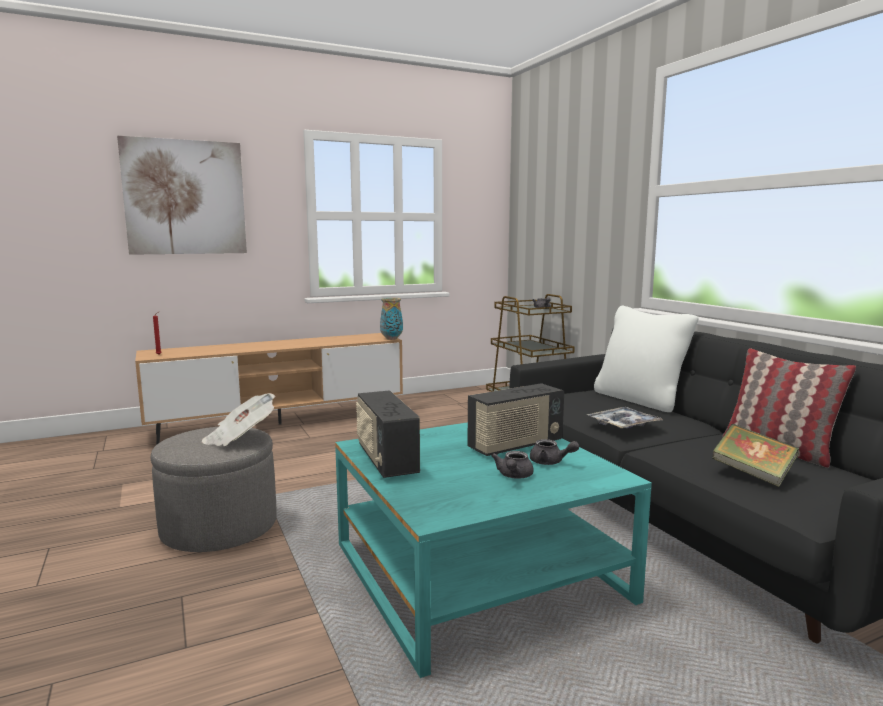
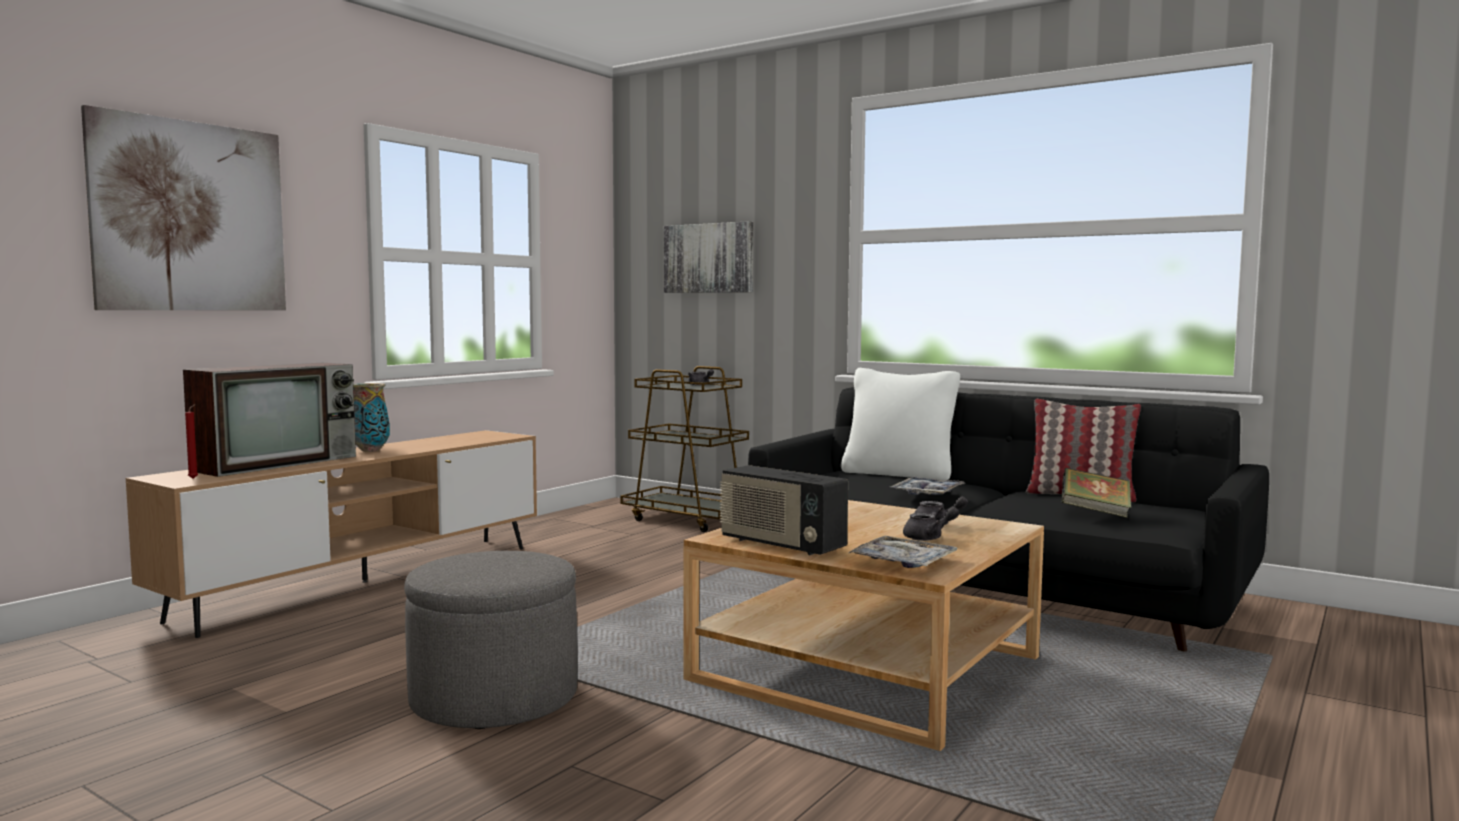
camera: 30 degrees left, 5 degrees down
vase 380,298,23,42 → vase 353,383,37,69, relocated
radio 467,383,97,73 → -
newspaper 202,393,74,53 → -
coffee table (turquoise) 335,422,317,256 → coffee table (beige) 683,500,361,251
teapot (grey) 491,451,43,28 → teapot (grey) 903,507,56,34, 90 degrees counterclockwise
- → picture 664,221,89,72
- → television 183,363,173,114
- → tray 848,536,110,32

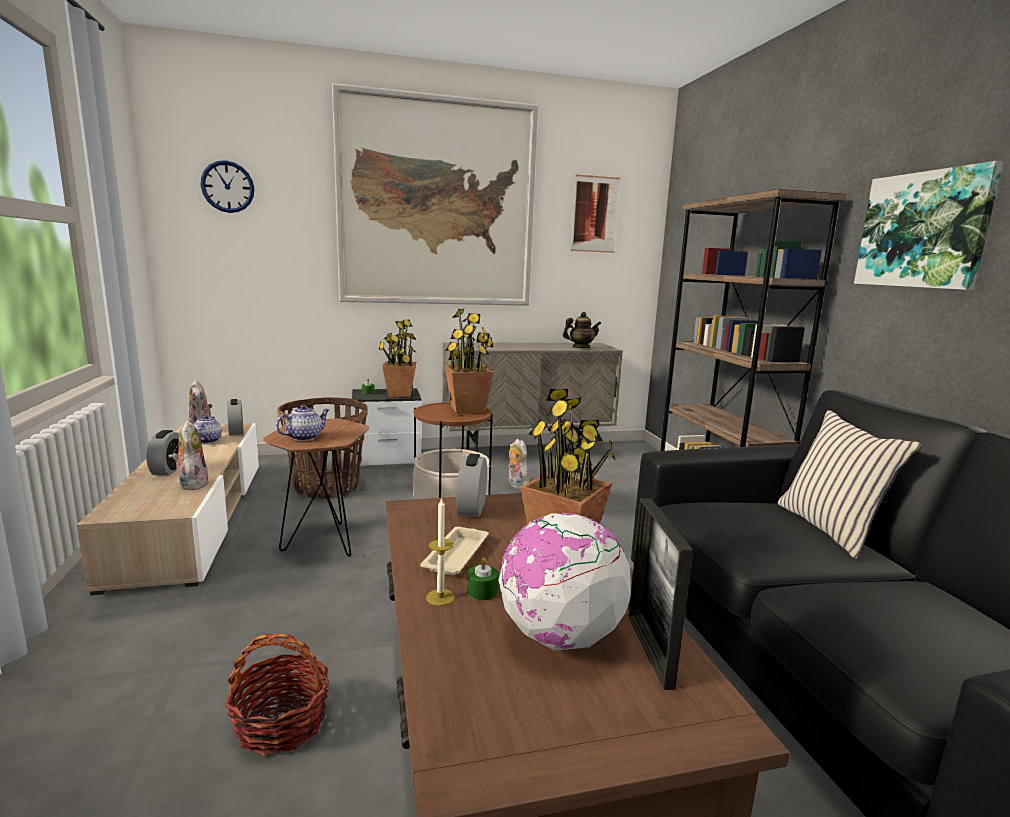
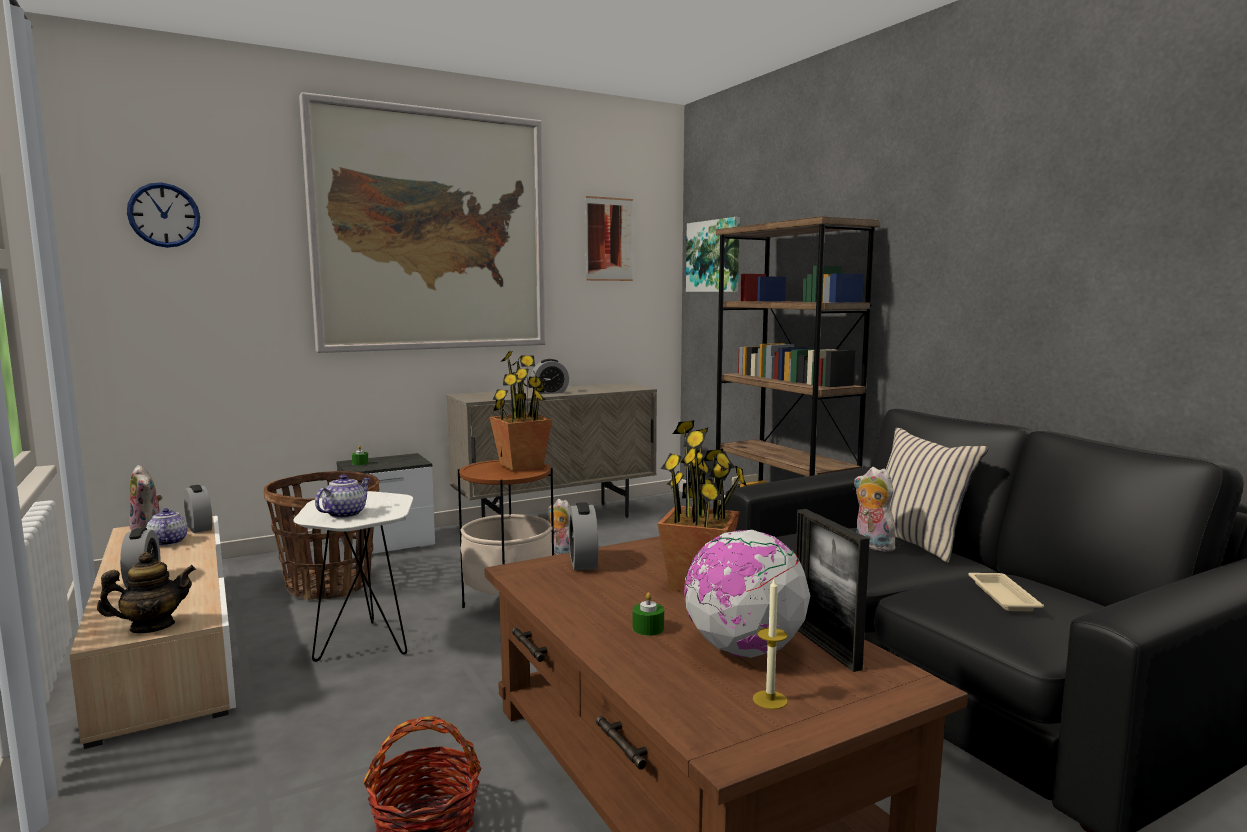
camera: 15 degrees left, 5 degrees down
picture 854,161,149,129 → picture 686,217,54,75, relocated
teapot 563,312,38,36 → teapot 97,552,99,81, relocated
potted plant 378,320,38,77 → -
side table (brown) 263,419,106,138 → side table (white) 293,491,120,171
plush toy 172,420,37,70 → plush toy 853,467,42,85, relocated
candle 426,497,29,109 → candle 753,579,35,130, relocated
tray (beige) 420,527,69,49 → tray (beige) 968,573,76,38, relocated
- → alarm clock 531,359,38,35

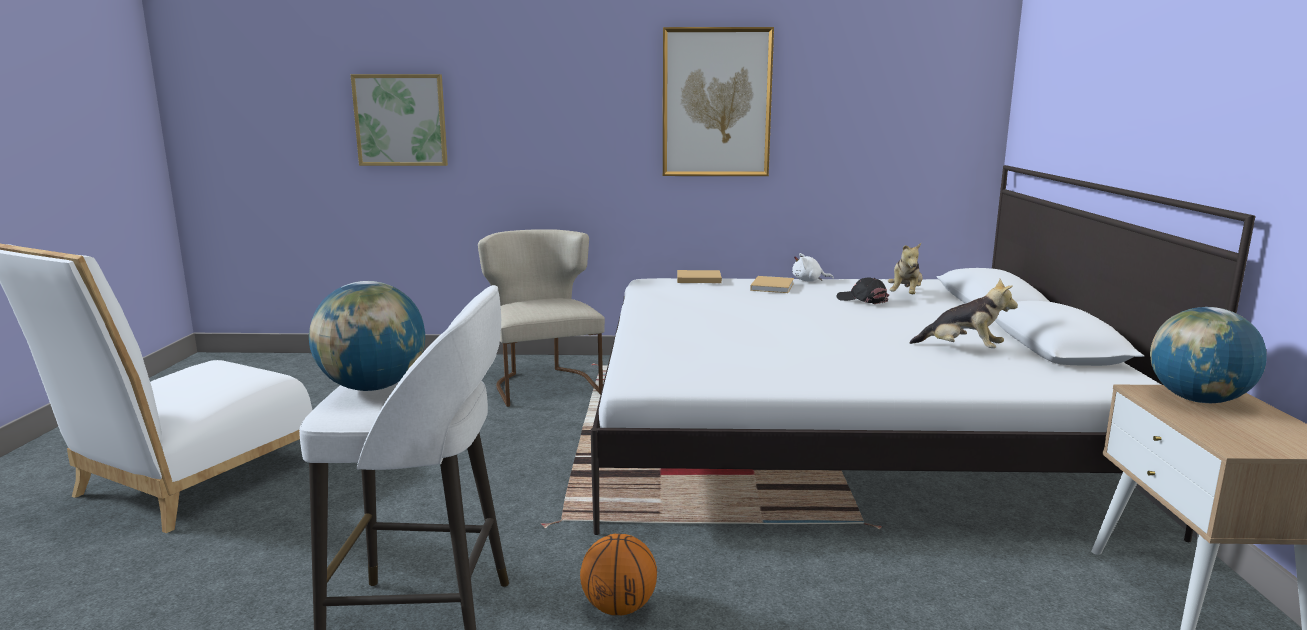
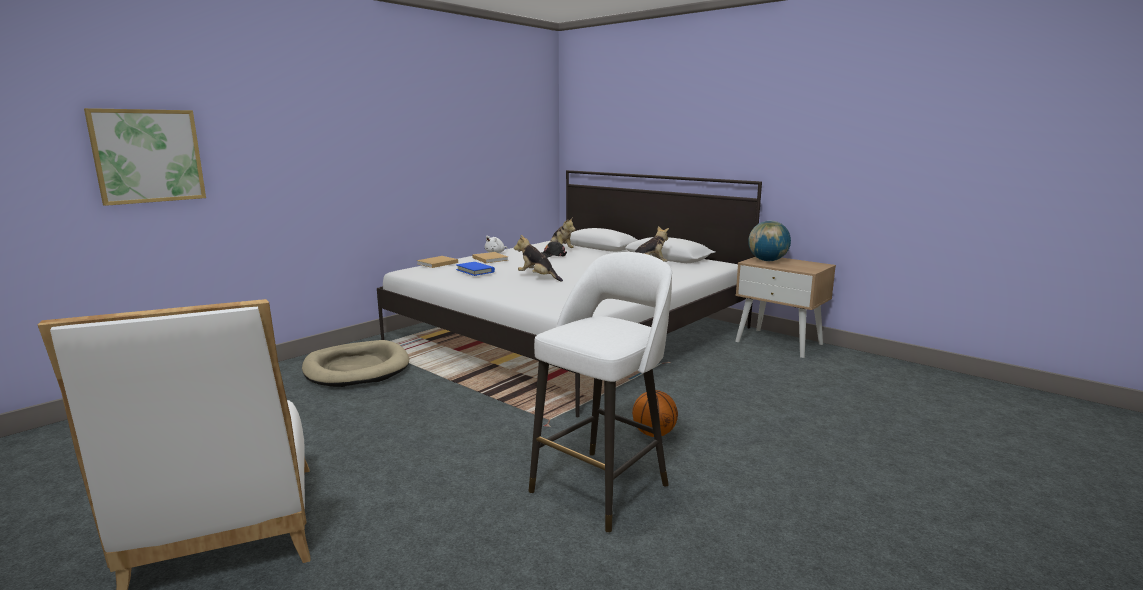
camera: 50 degrees left, 0 degrees up
picture 663,27,111,149 → -
chair (beige) 478,229,127,178 → dog bed (beige) 302,340,107,47
globe 309,281,116,110 → -
- → plush toy 514,235,49,47
- → book (blue) 456,262,39,14

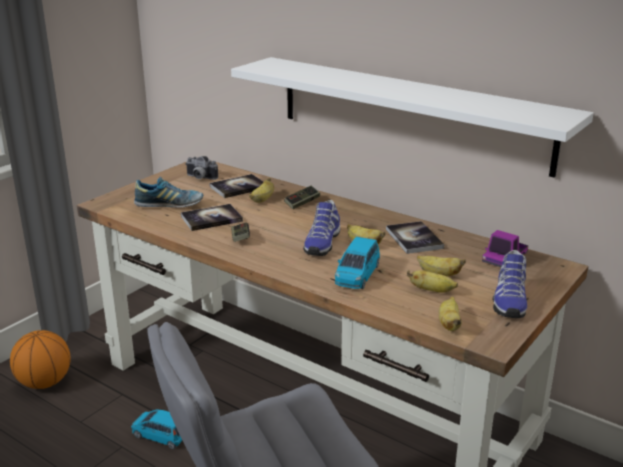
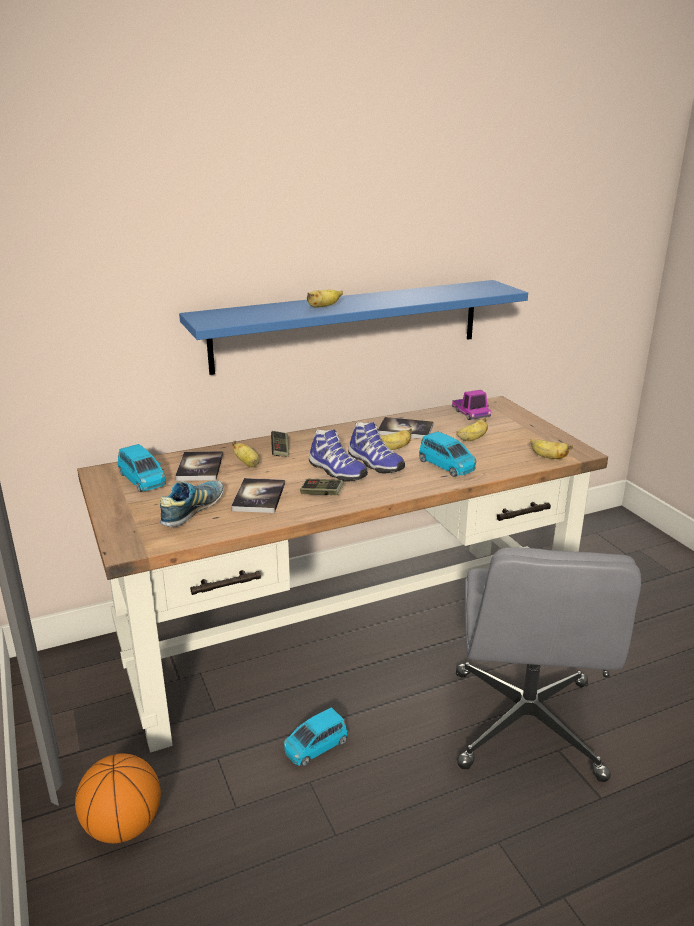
camera: 60 degrees left, 0 degrees up
shelf (white) 231,57,363,121 → shelf (blue) 179,280,349,95
photo camera 185,156,33,24 → toy car (blue) 118,444,48,48
shoe 493,250,34,68 → shoe 309,429,59,53, relocated
banana 407,270,51,23 → banana 307,289,36,19, relocated

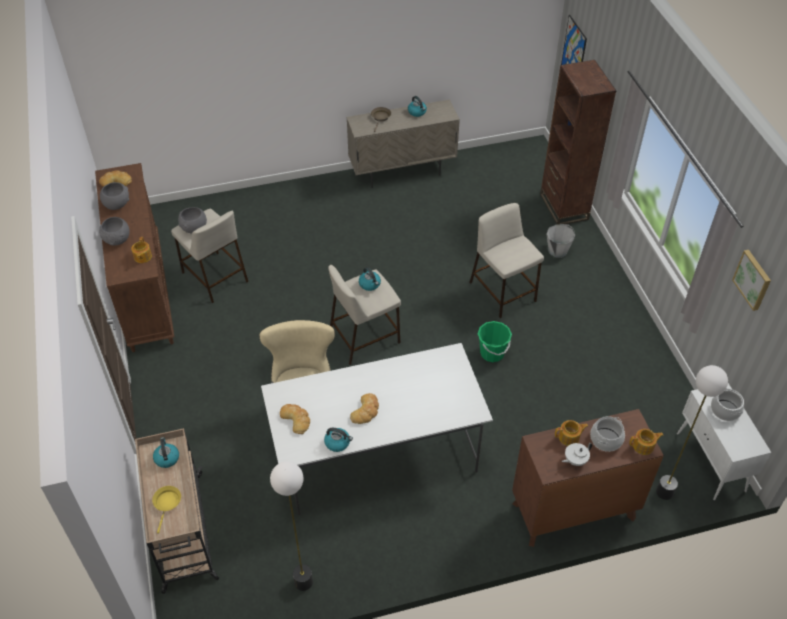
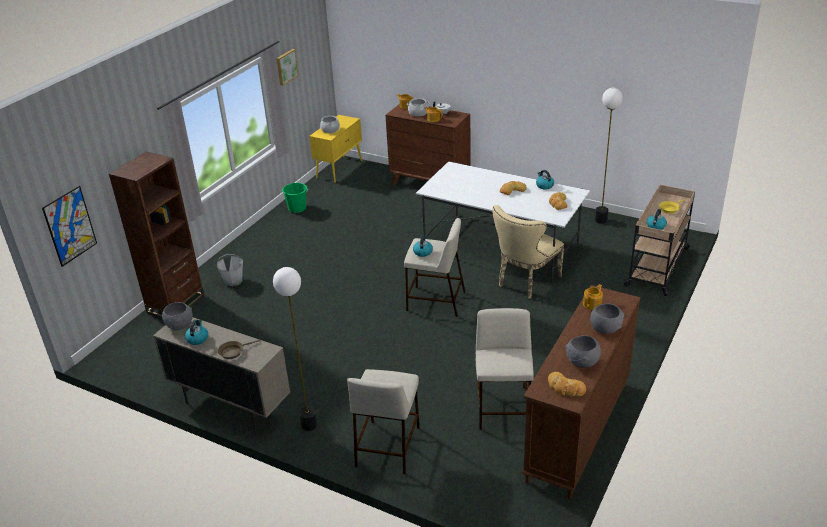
camera: 135 degrees left, 15 degrees down
stool (beige) 469,203,75,115 → stool (beige) 347,369,73,105, relocated
bowl (grey) 178,207,29,26 → bowl (grey) 162,302,31,28, relocated
bucket (green) 478,321,34,41 → bucket (green) 282,183,26,30, relocated
floor lamp 656,365,72,135 → floor lamp 273,267,44,164, relocated
cabinet (white) 677,383,95,117 → cabinet (yellow) 309,115,53,68

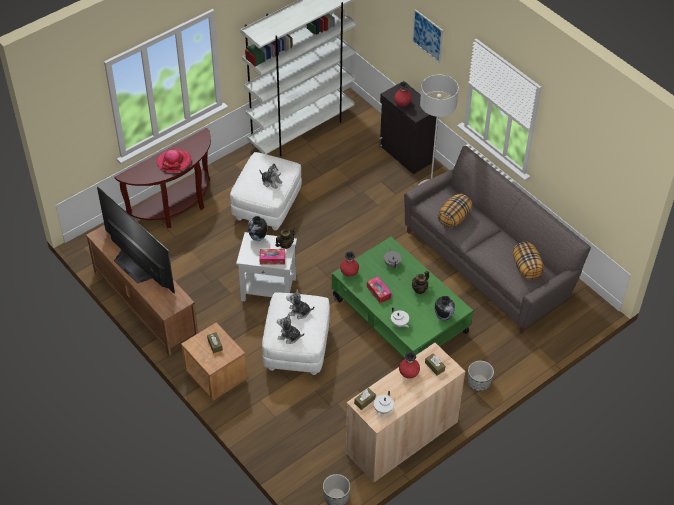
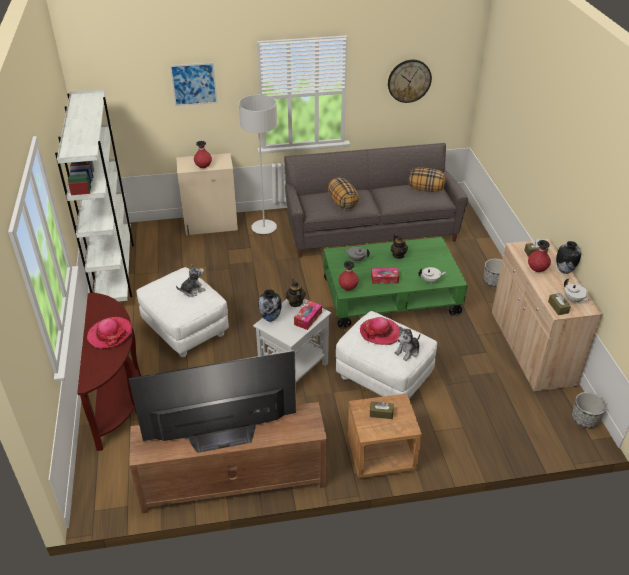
camera: 60 degrees left, 10 degrees down
cabinet (black) 379,81,59,93 → cabinet (beige) 176,153,62,82
plush toy 286,289,28,30 → hat 360,317,40,28
vase 435,296,20,25 → vase 556,241,25,33, relocated
- → wall clock 388,60,44,43

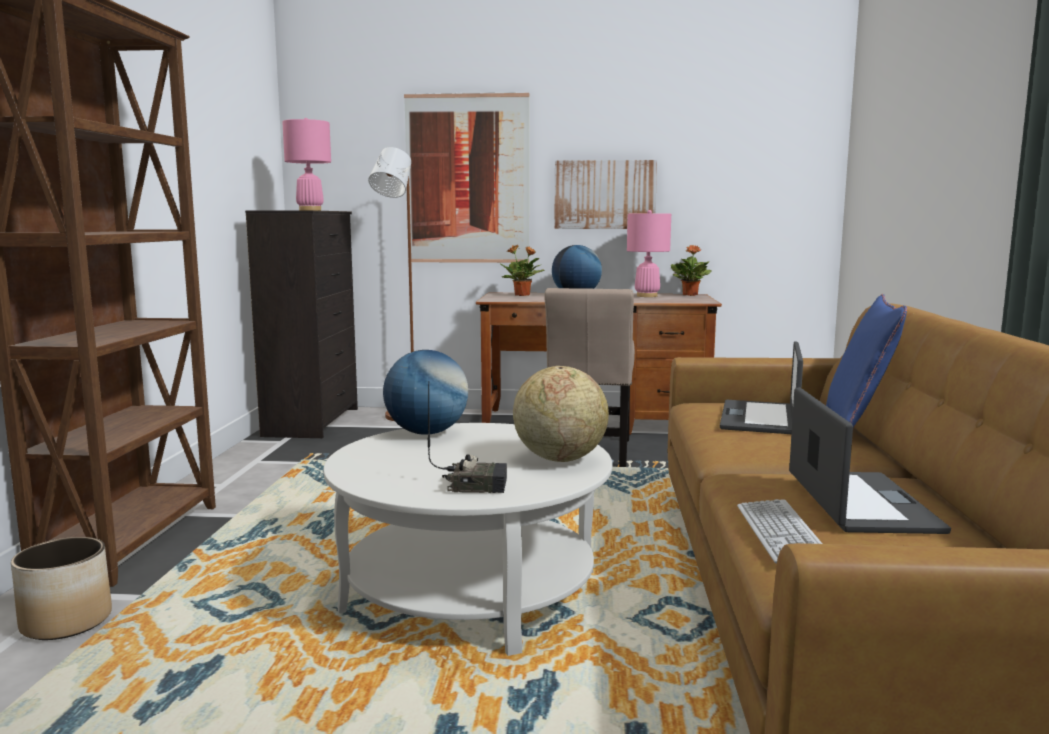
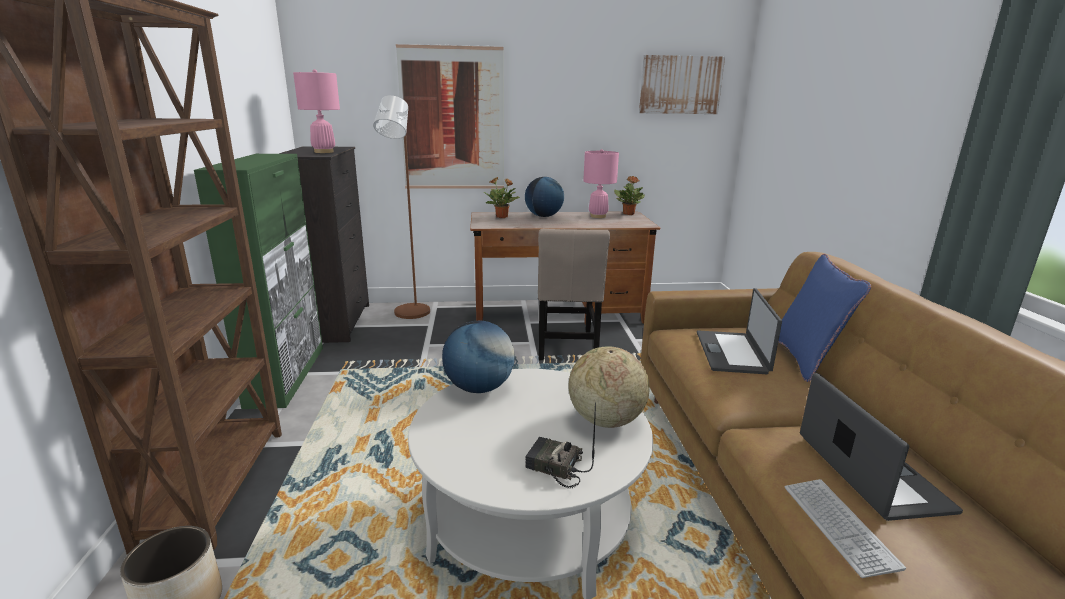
camera: 10 degrees left, 10 degrees up
picture 554,160,103,69 → picture 639,55,86,59, relocated
radio 428,381,79,112 → radio 525,402,71,86, 150 degrees counterclockwise
- → cabinet (green) 194,154,129,255

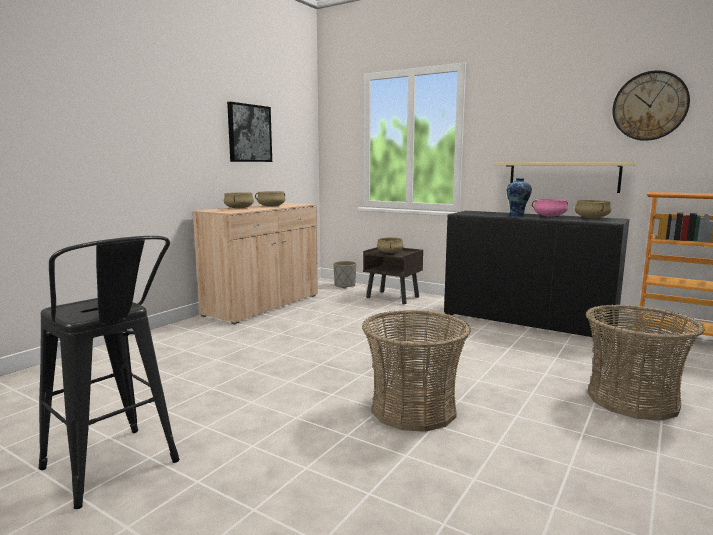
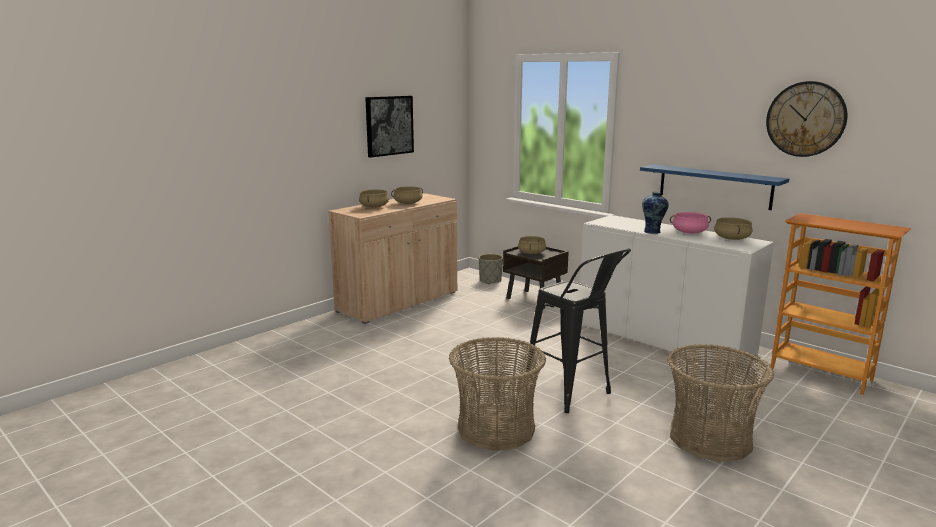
camera: 10 degrees right, 5 degrees up
shelf (beige) 494,162,142,31 → shelf (blue) 640,165,149,45
cabinet (black) 444,211,186,129 → cabinet (white) 580,215,194,157
stool (black) 39,236,141,273 → stool (black) 525,249,106,164, relocated

